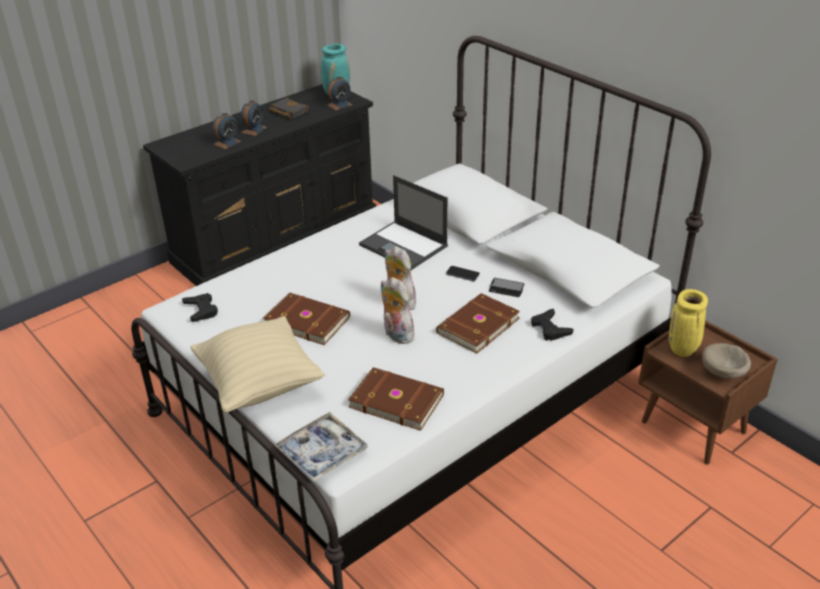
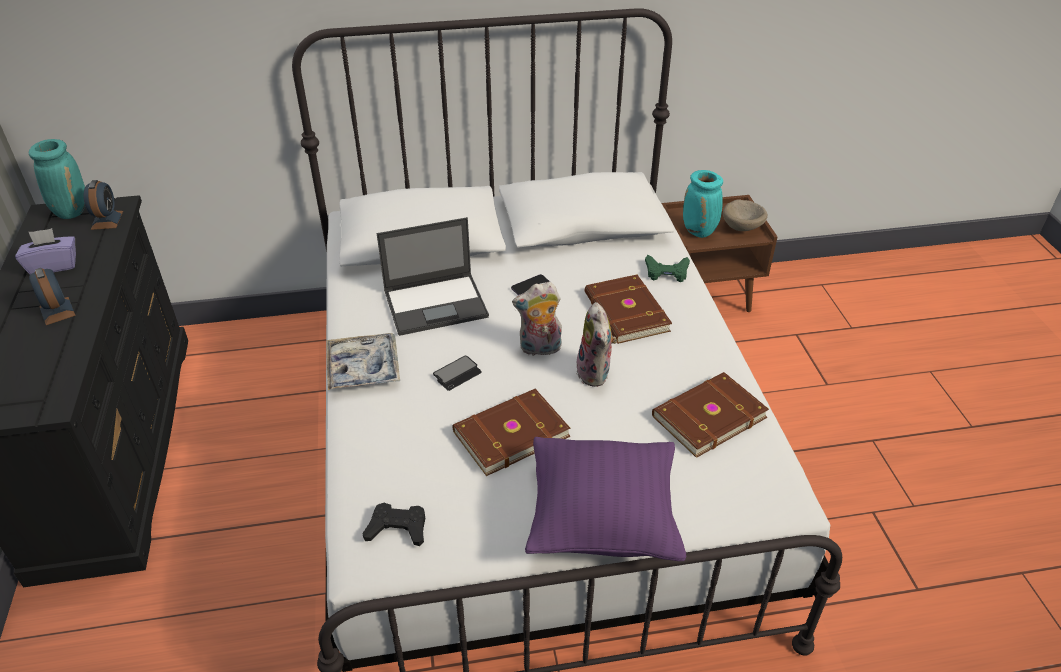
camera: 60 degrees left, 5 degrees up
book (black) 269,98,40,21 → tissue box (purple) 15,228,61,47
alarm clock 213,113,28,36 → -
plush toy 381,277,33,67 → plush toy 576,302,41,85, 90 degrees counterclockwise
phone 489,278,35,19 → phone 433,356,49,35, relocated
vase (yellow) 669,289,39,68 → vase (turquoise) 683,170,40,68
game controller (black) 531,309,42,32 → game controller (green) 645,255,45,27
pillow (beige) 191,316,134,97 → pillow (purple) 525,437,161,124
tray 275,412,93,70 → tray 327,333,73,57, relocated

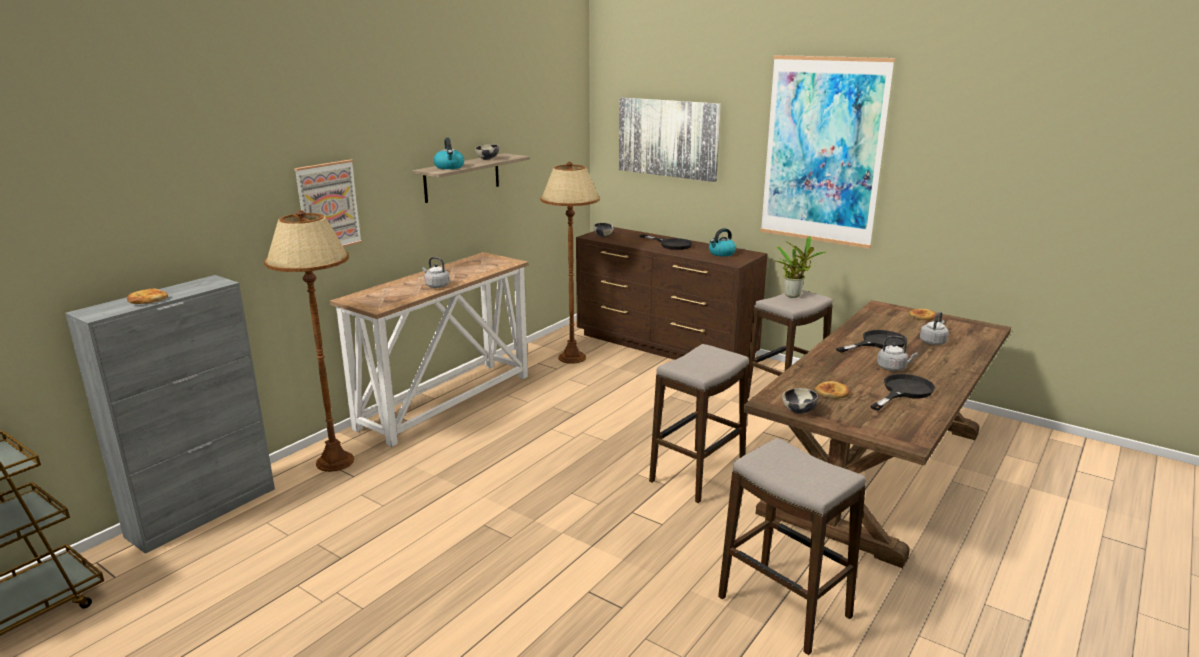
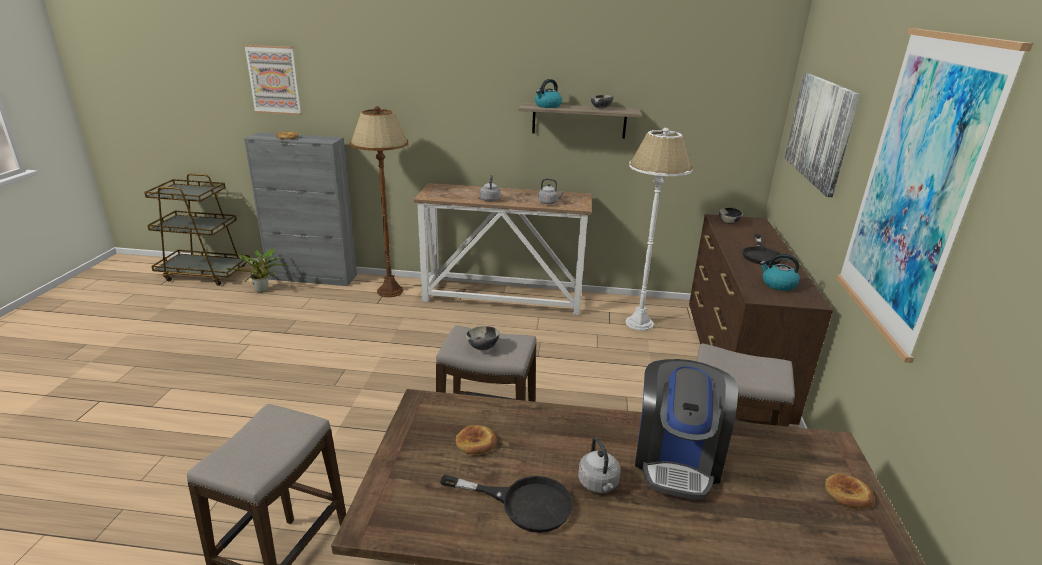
camera: 60 degrees right, 5 degrees up
picture 294,160,68,87 → picture 244,45,57,70, relocated
floor lamp (brown) 540,162,60,202 → floor lamp (white) 626,128,67,203
potted plant 772,236,54,62 → potted plant 227,248,61,45, relocated
kettle (grey) 920,311,29,34 → kettle (grey) 538,178,27,26, relocated
frying pan (black) 836,330,71,23 → coffee machine 635,359,103,140
bowl 782,388,36,26 → bowl 466,326,33,24, relocated

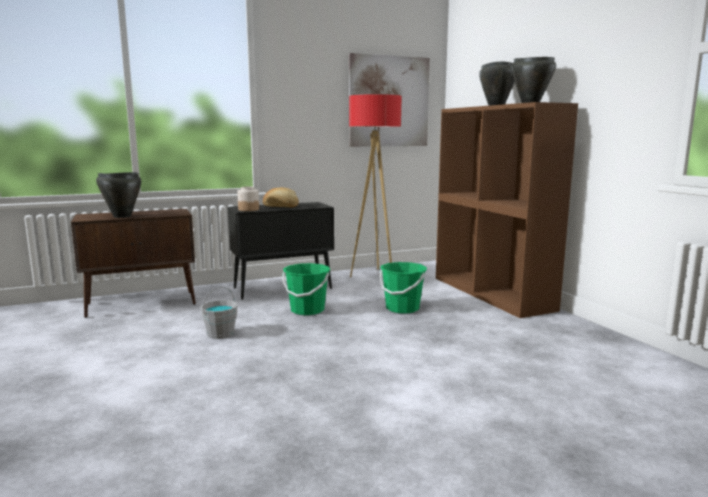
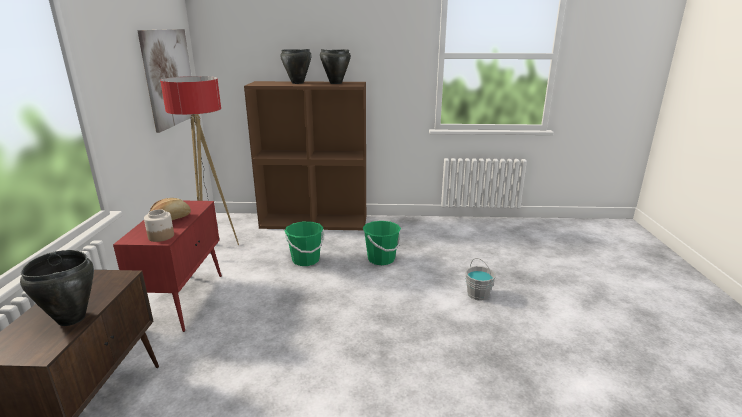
camera: 65 degrees left, 10 degrees up
cabinet (black) 228,202,106,98 → cabinet (red) 113,201,109,131
bucket (green) 282,263,48,52 → bucket (green) 362,221,39,44, relocated
bucket (grey) 200,287,38,52 → bucket (grey) 465,258,31,42, relocated

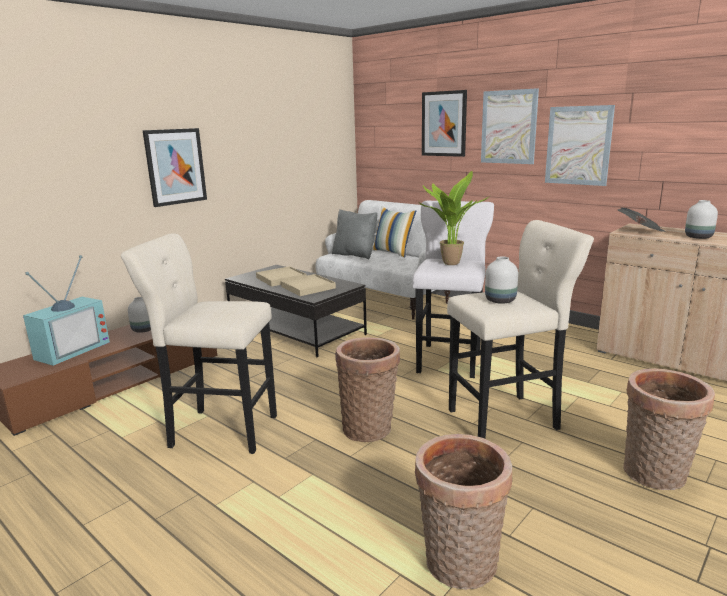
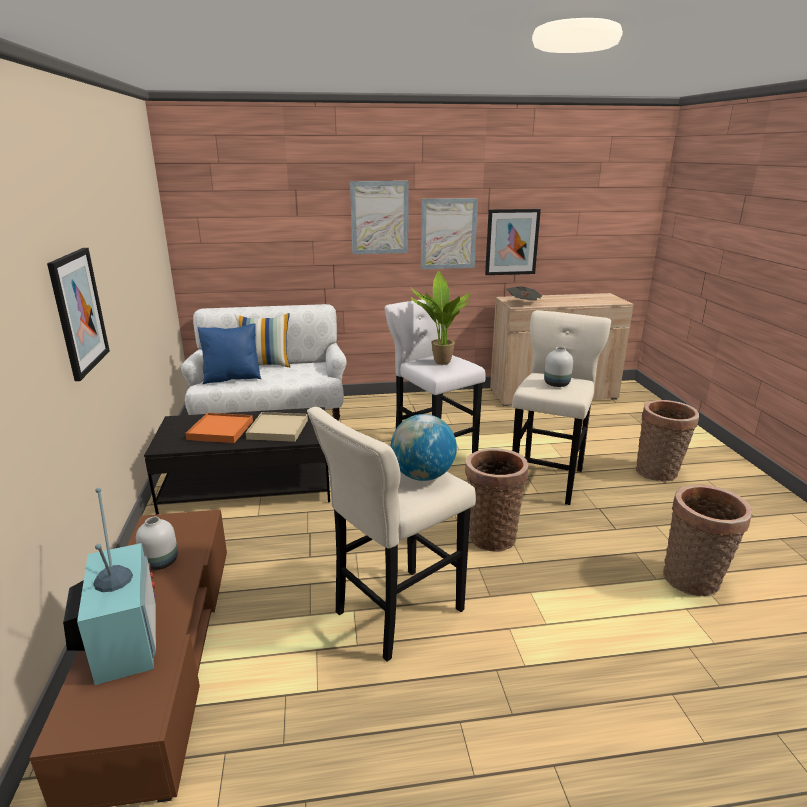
camera: 50 degrees left, 5 degrees up
picture 422,90,45,67 → picture 485,209,56,66, relocated
vase (white) 685,200,33,39 → -
pillow (grey) 332,209,45,50 → pillow (blue) 197,323,64,61
tray (beige) 256,266,51,21 → tray (orange) 185,413,68,30
- → globe 390,414,67,67

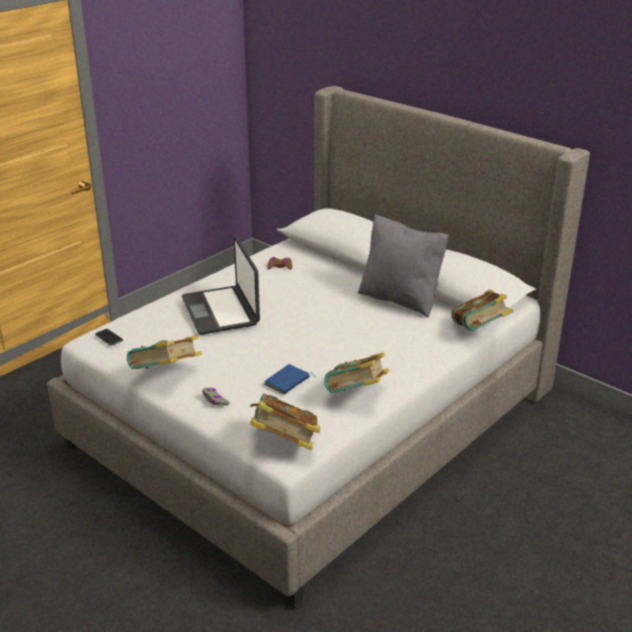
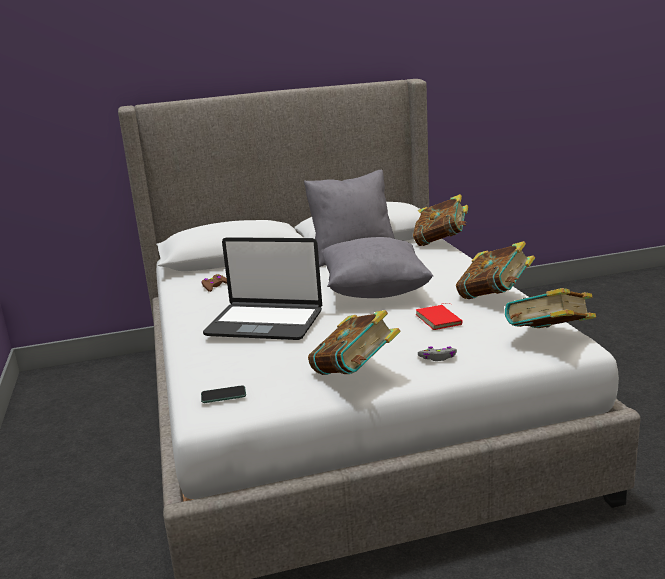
camera: 55 degrees left, 10 degrees down
book (blue) 265,364,51,30 → book (red) 416,303,47,27
- → pillow (grey) 322,237,111,61

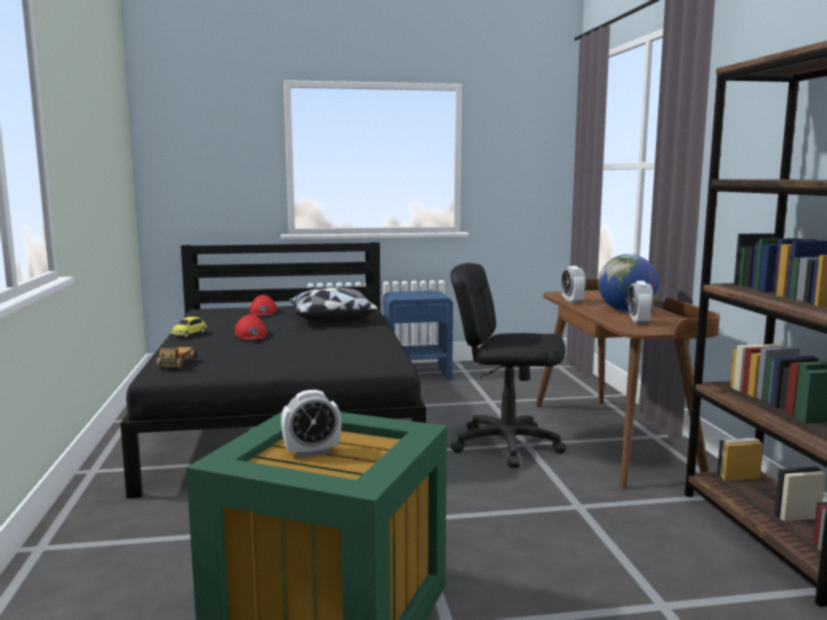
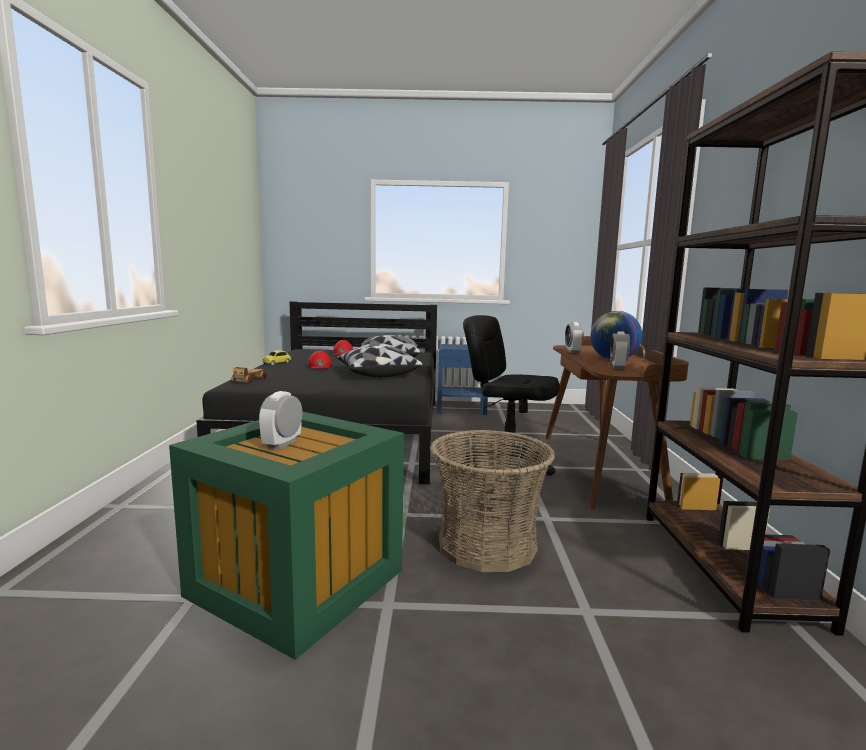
camera: 10 degrees right, 0 degrees up
alarm clock 281,390,60,68 → alarm clock 259,391,44,58, 120 degrees clockwise
- → pillow 336,346,87,31
- → basket 430,430,125,142

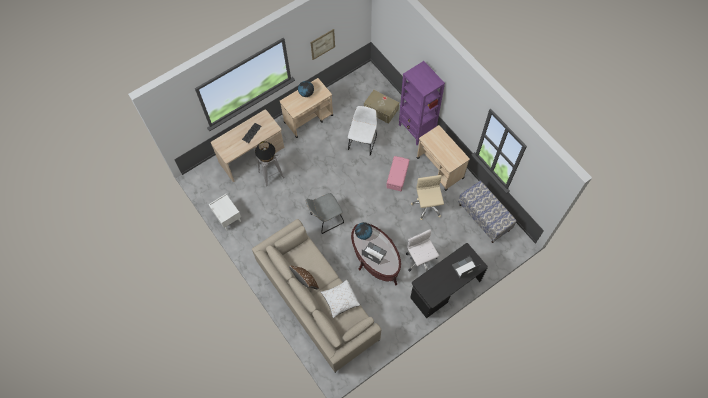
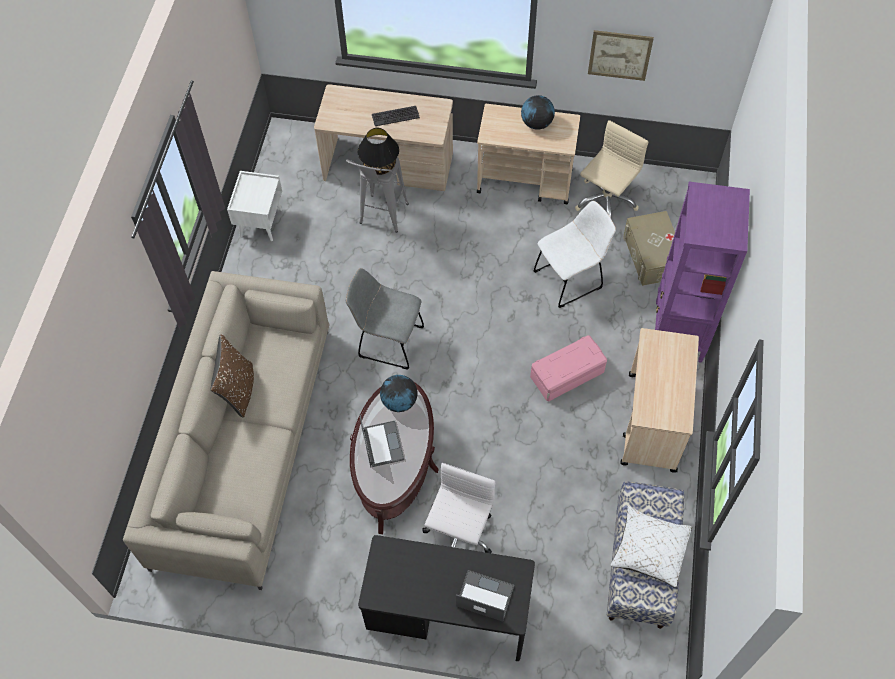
camera: 45 degrees right, 5 degrees down
office chair (beige) 411,175,33,45 → office chair (beige) 575,120,74,98, relocated
pillow (white) 321,279,39,39 → pillow (white) 611,506,81,82, relocated

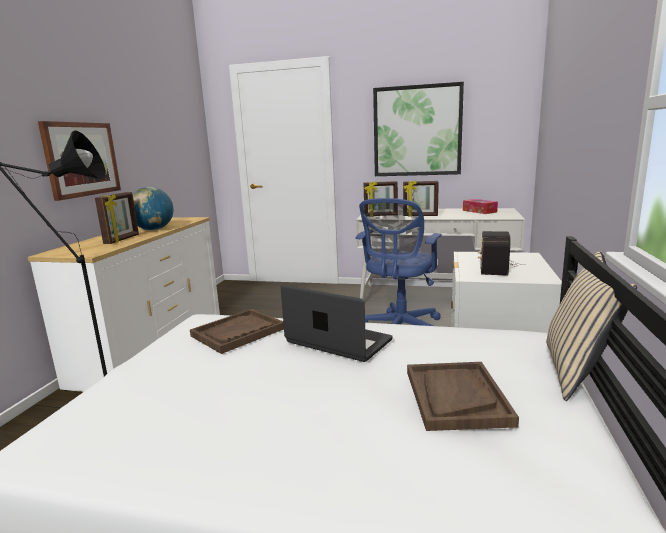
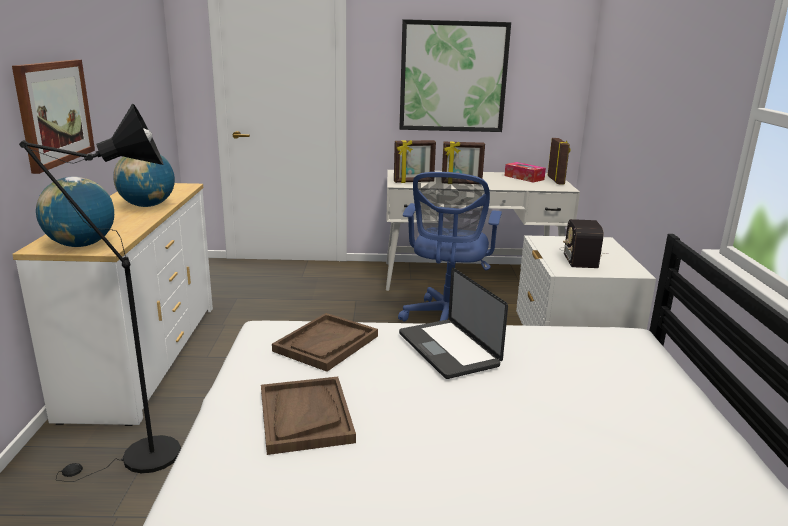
camera: 15 degrees left, 5 degrees up
picture frame 95,192,44,52 → picture frame 548,138,23,46, relocated
pillow (beige) 546,251,91,150 → -
laptop 281,285,111,77 → laptop 399,268,109,111, 135 degrees counterclockwise
tray (brown) 407,362,112,69 → tray (brown) 261,377,95,78, relocated
- → globe 36,177,78,70

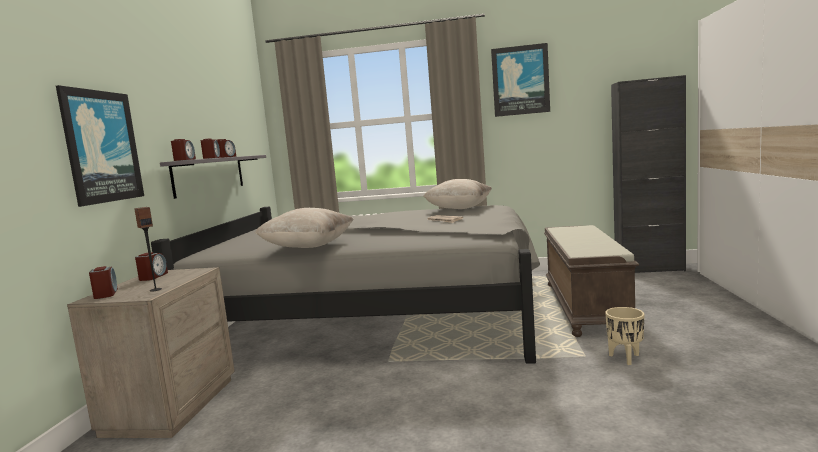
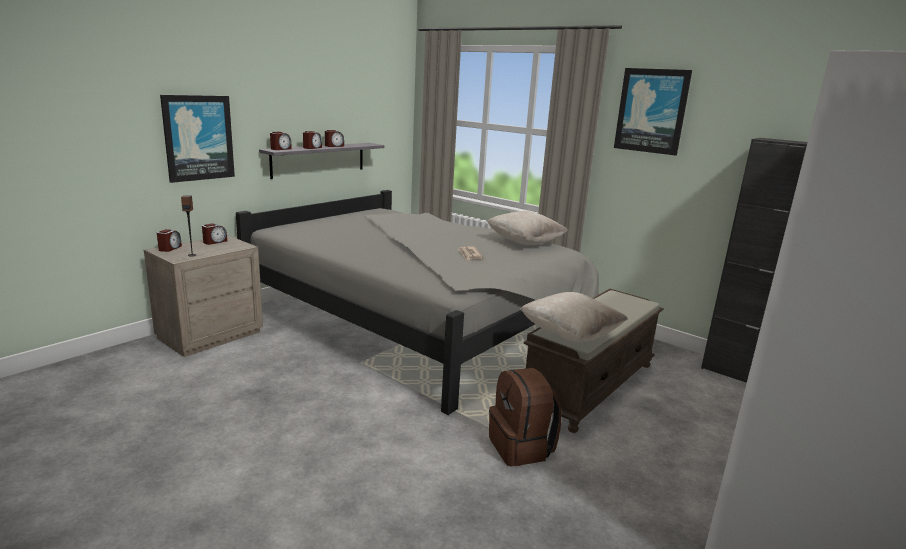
camera: 30 degrees right, 10 degrees up
pillow (beige) 255,208,99,40 → pillow (beige) 520,292,108,50, relocated
planter (beige) 605,307,40,58 → backpack (brown) 489,368,72,99

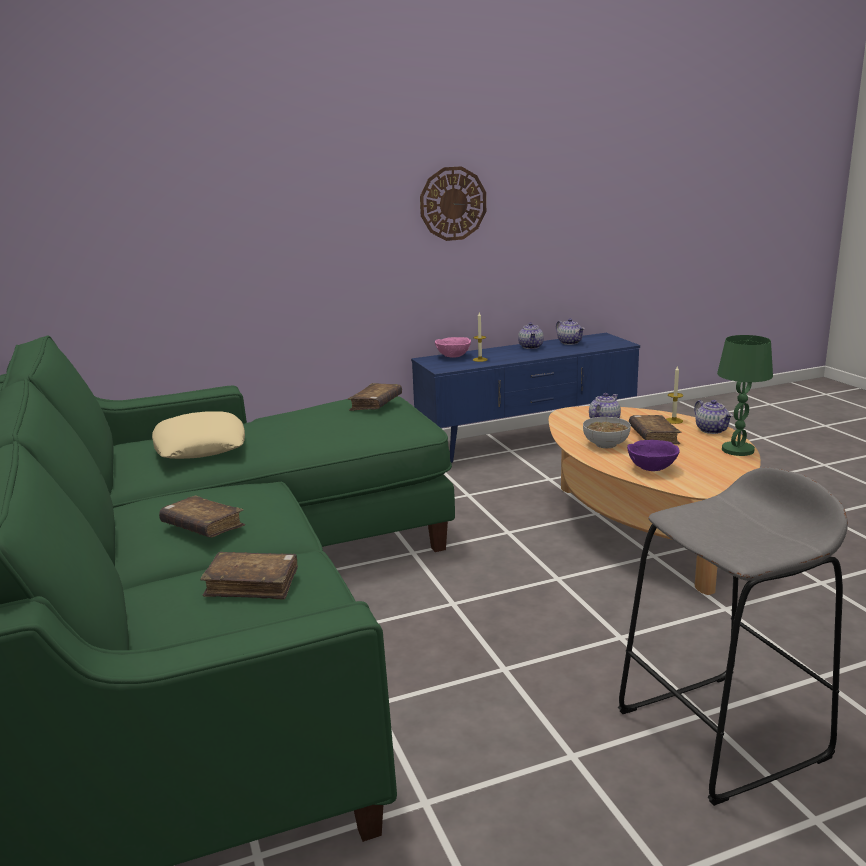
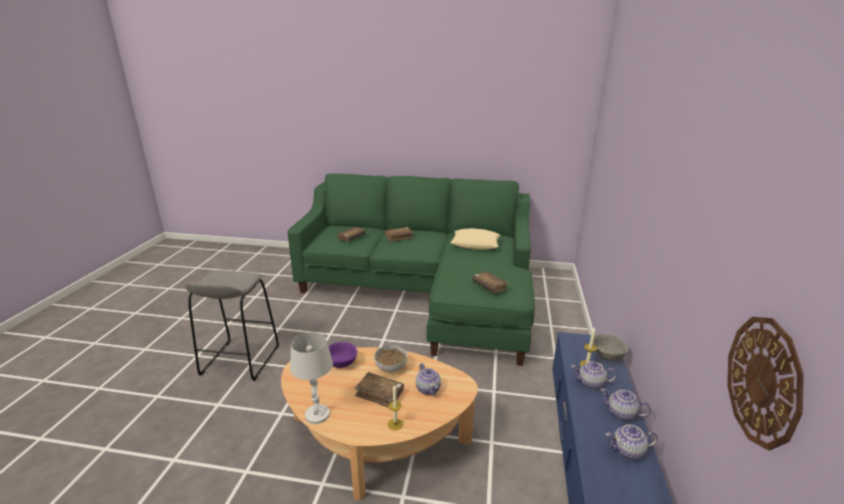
camera: 120 degrees right, 5 degrees up
wall clock 420,166,66,75 → wall clock 727,317,77,133, relocated
table lamp (green) 717,335,56,121 → table lamp (white) 290,332,43,92
bowl (pink) 435,337,36,20 → bowl (grey) 593,334,36,27
teapot 694,400,39,34 → teapot 571,362,46,28, relocated

